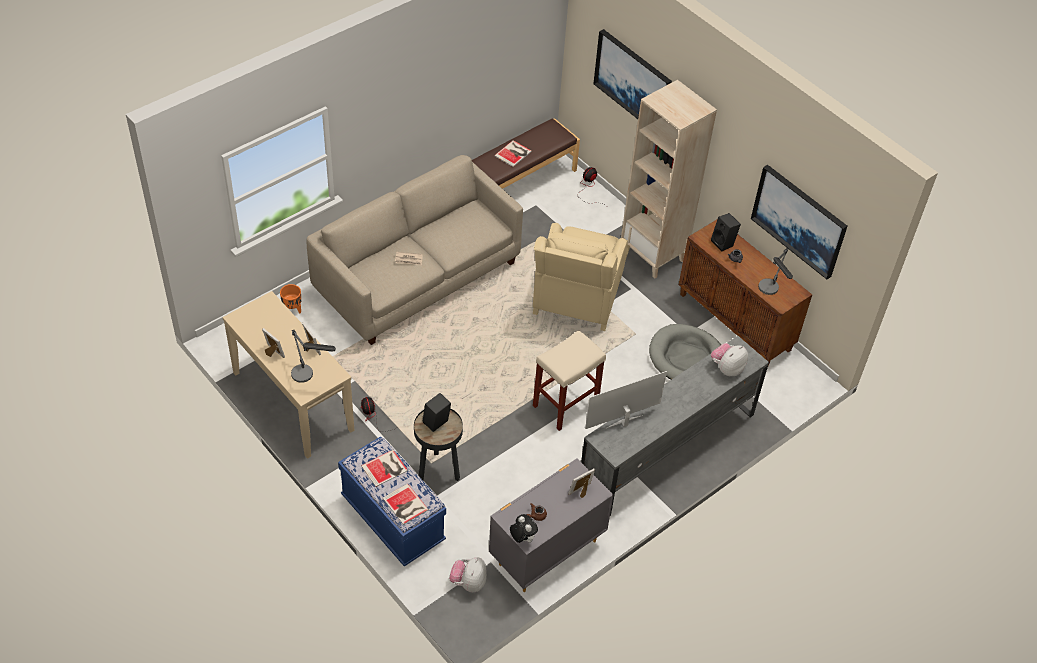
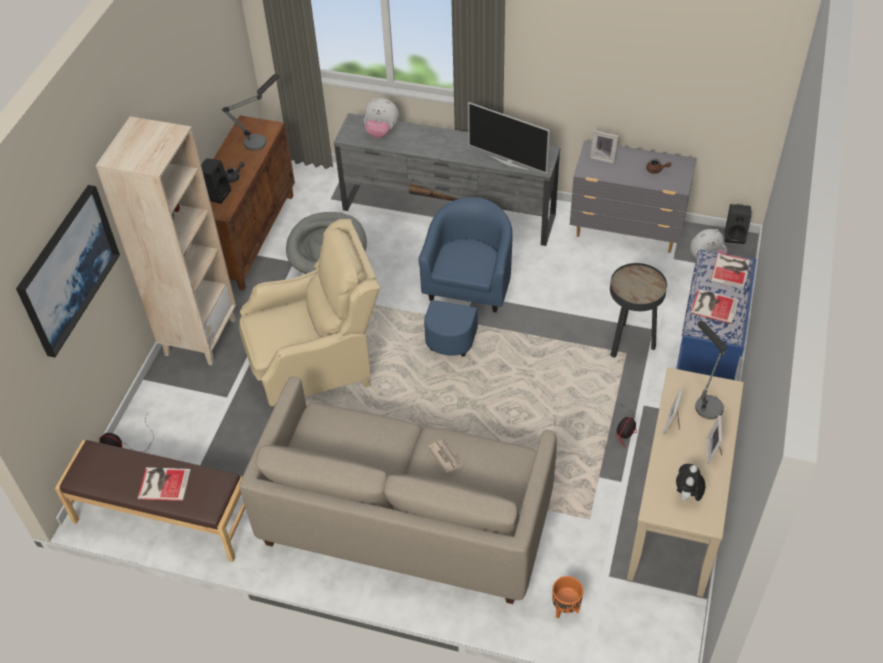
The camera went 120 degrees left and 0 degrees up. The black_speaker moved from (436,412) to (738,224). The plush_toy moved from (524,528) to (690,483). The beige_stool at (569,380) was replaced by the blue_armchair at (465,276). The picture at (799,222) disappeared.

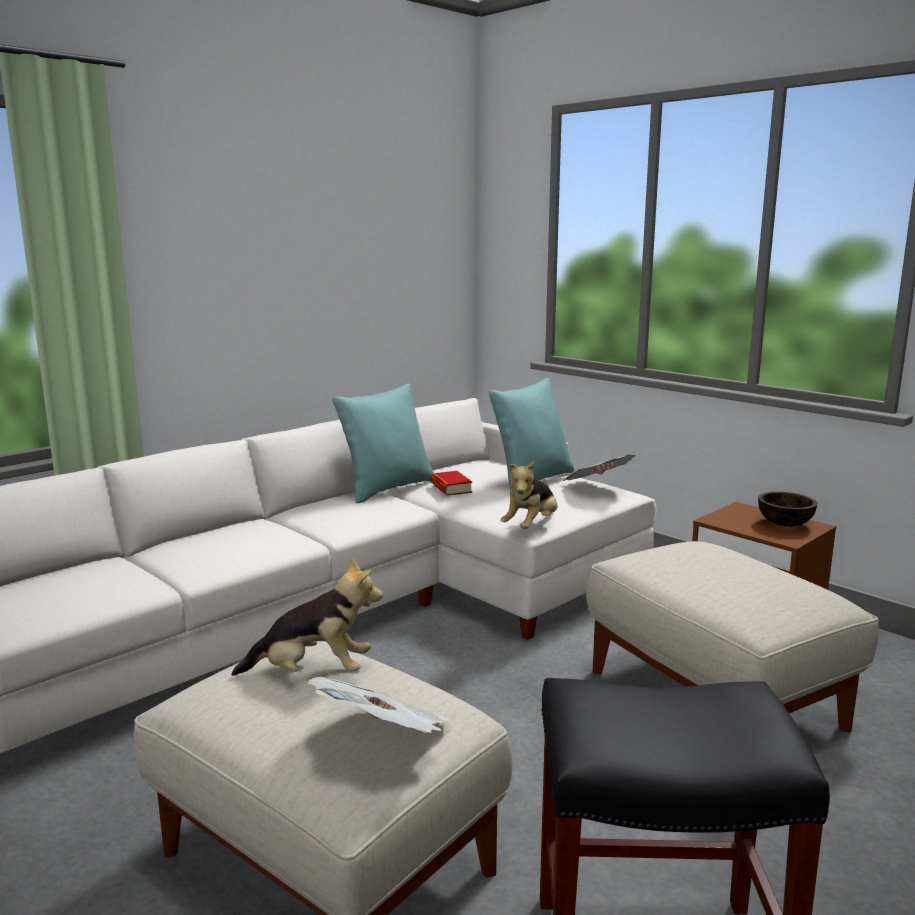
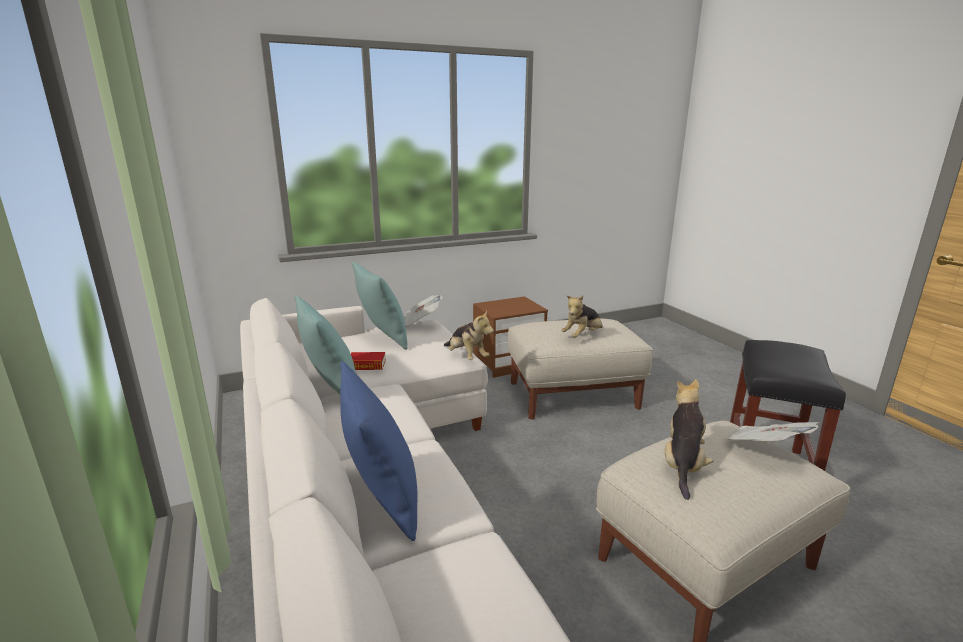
The camera went 70 degrees left and 5 degrees up. The brown_bowl at (788,509) disappeared. The blue_pillow at (378,451) appeared. The plush_toy at (581,316) appeared.

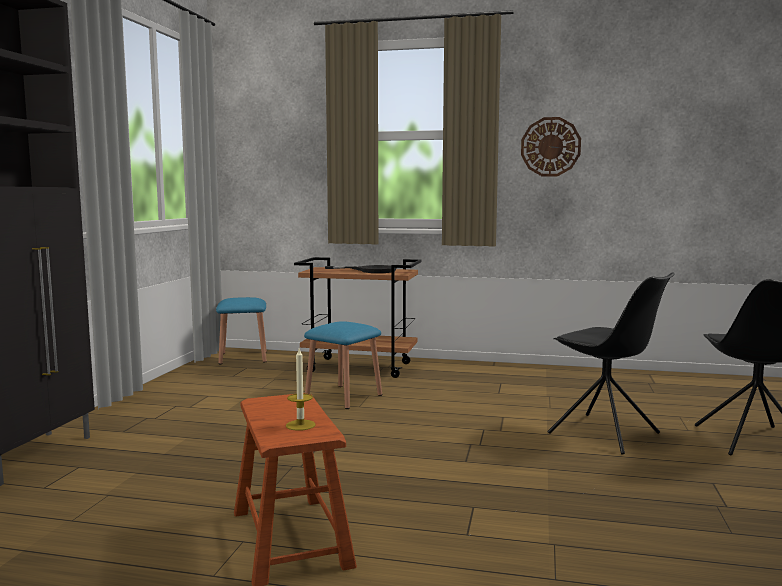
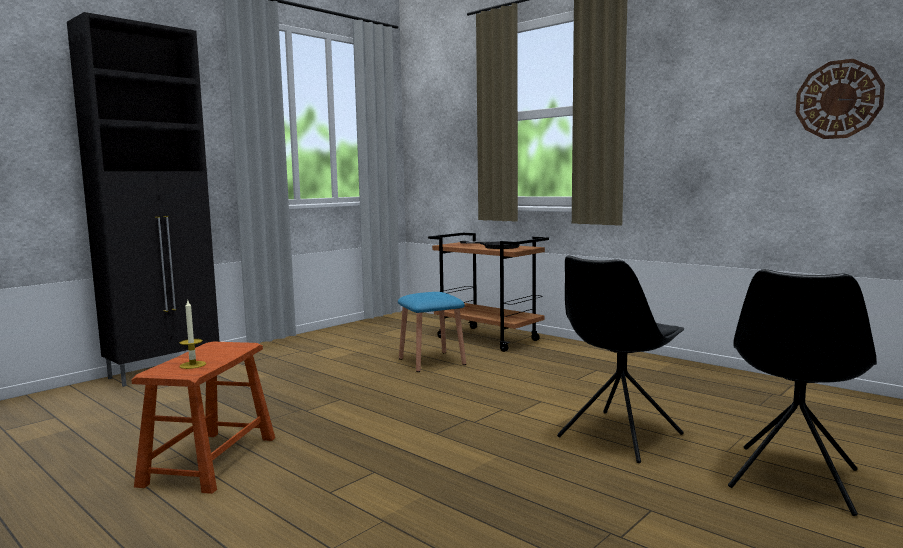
The camera went 30 degrees right and 0 degrees up. The blue_stool at (241,330) disappeared. The wall_clock moved from (551,147) to (840,99). The black_chair at (611,363) turned 60 degrees clockwise.

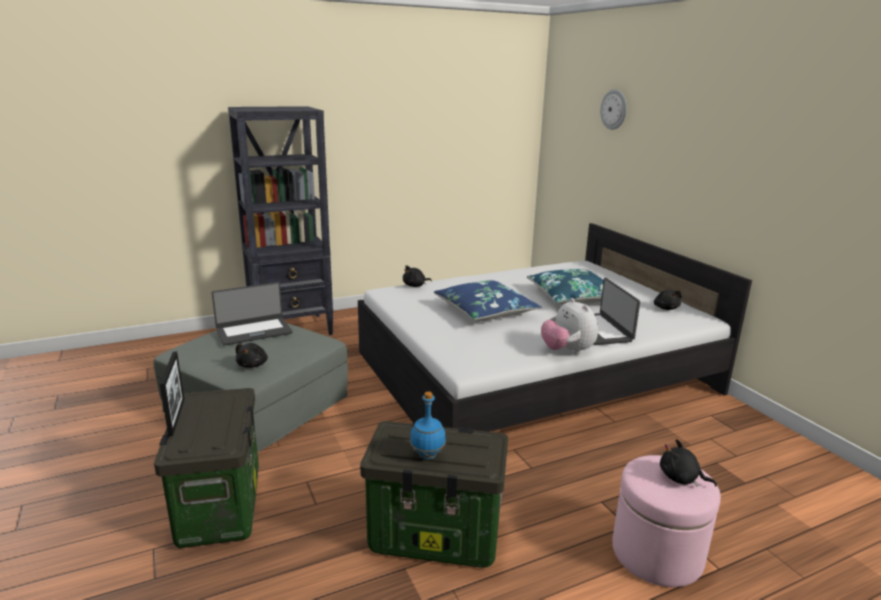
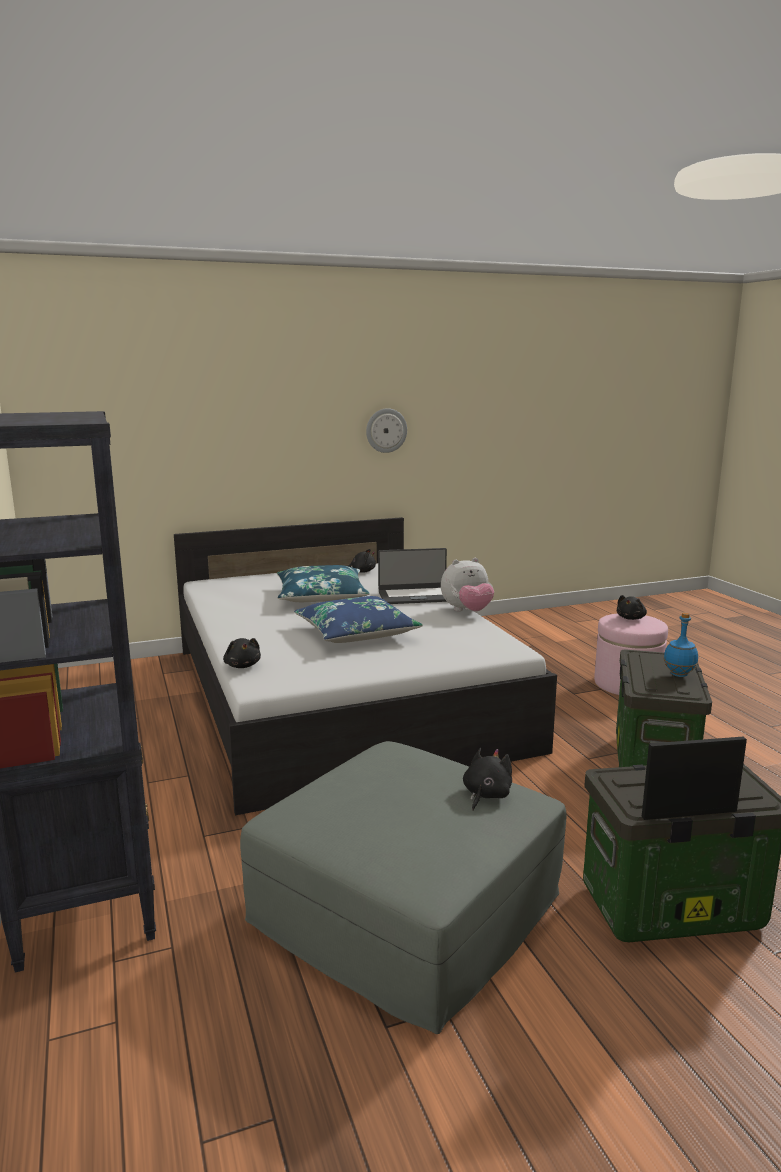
The camera went 85 degrees left and 5 degrees down. The laptop at (252,314) disappeared. The black_plush_toy at (252,355) turned 75 degrees counterclockwise. The wall_clock moved from (613,109) to (386,430).

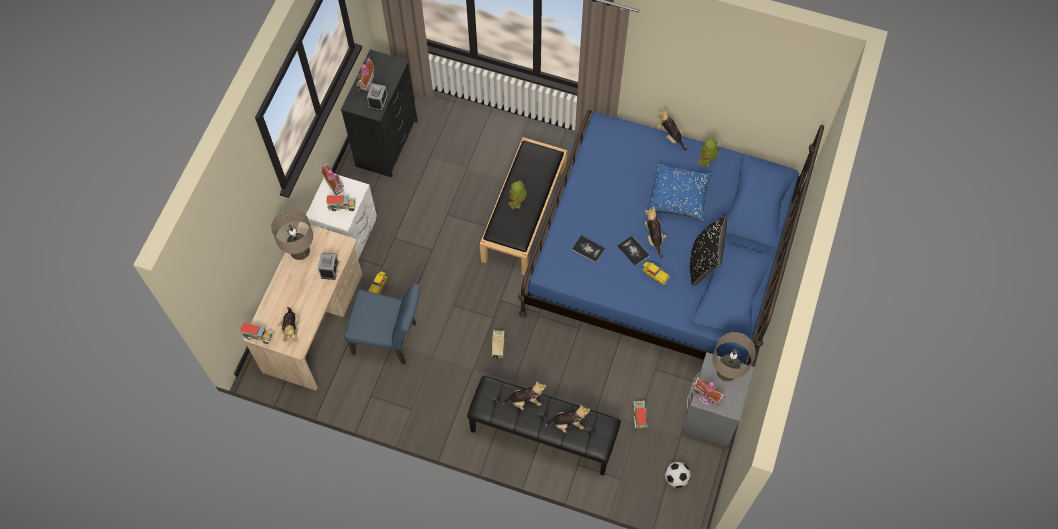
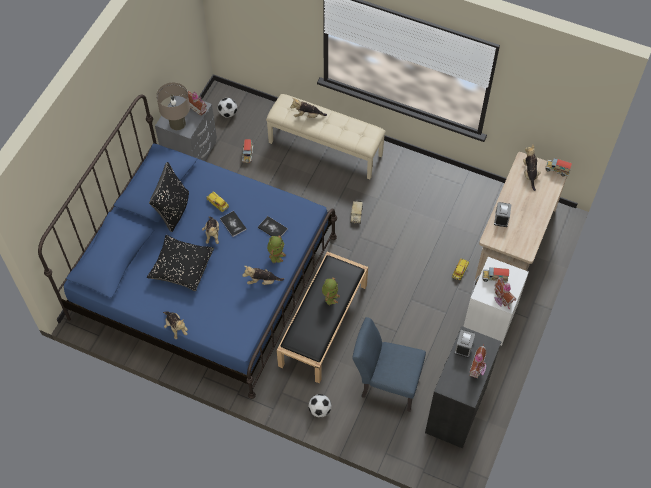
The camera went 175 degrees left and 5 degrees down. The beige_table_lamp at (292,234) disappeared. The blue_chair moved from (382,324) to (389,364). The black_bench at (544,426) became the beige_bench at (326,137). The plush_toy moved from (523,395) to (263,275). The blue_pillow at (680,192) became the black_pillow at (180,263). The toy_robot moved from (707,152) to (276,249). The football at (320,405) appeared.

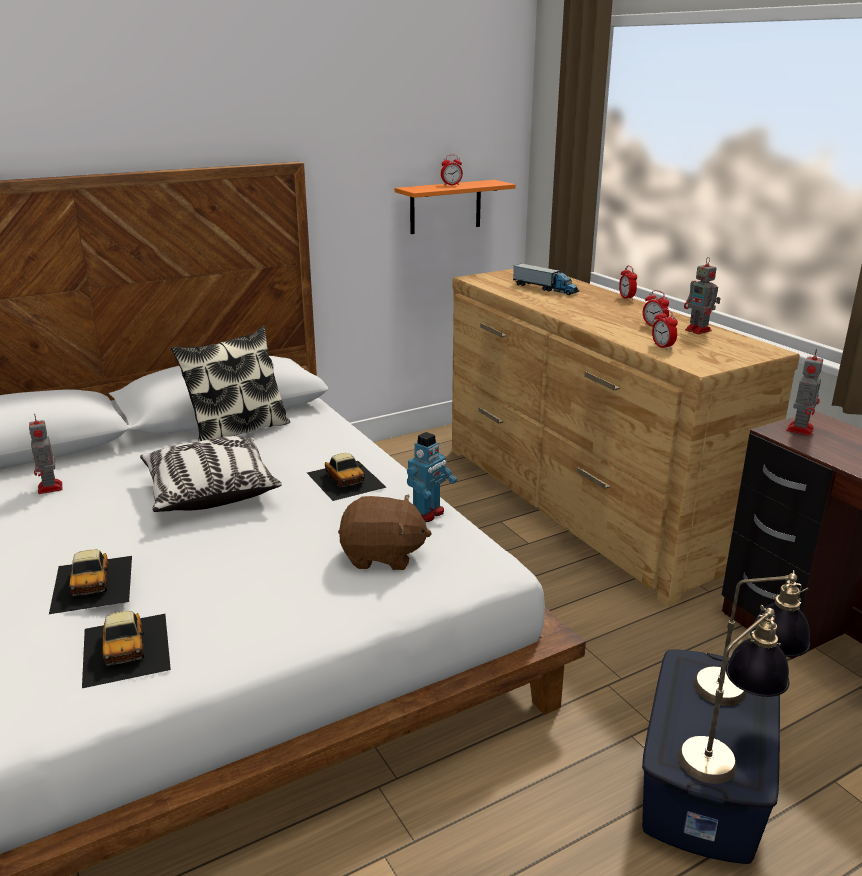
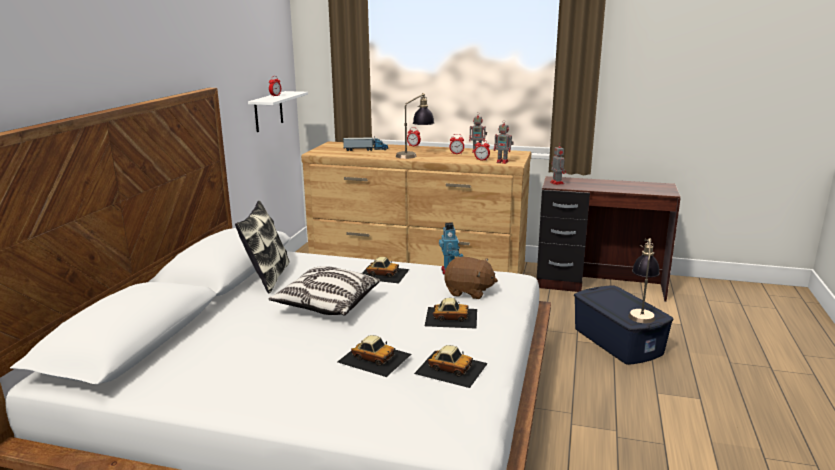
The camera went 45 degrees left and 5 degrees down. The toy_robot moved from (46,454) to (504,144). The brown_plush_toy at (385,532) turned 60 degrees clockwise. The orange_shelf at (455,207) became the white_shelf at (278,111). The table_lamp moved from (751,638) to (415,126). The toy_car at (451,313) appeared.

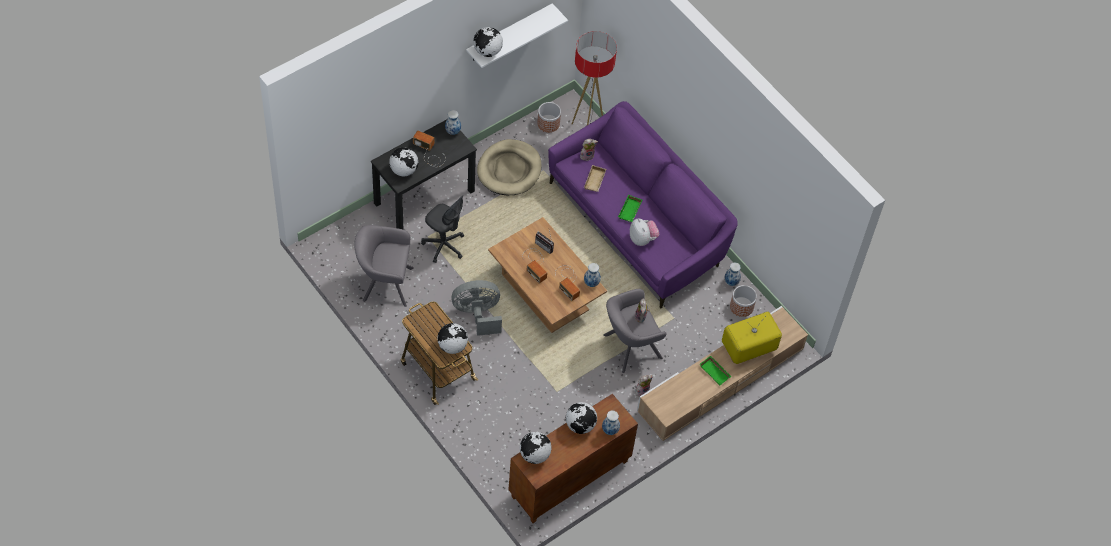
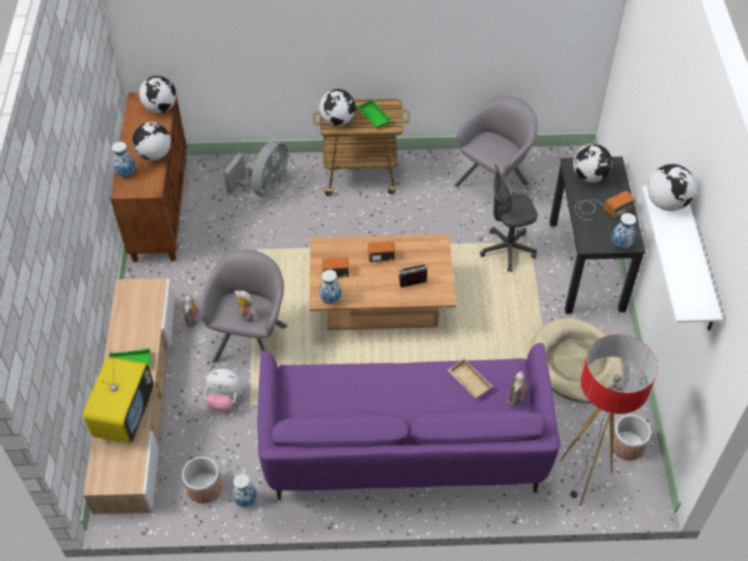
The camera went 130 degrees right and 5 degrees down. The grey_fan moved from (476,308) to (256,169). The green_tray moved from (630,208) to (374,114). The plush_toy moved from (644,232) to (224,390).

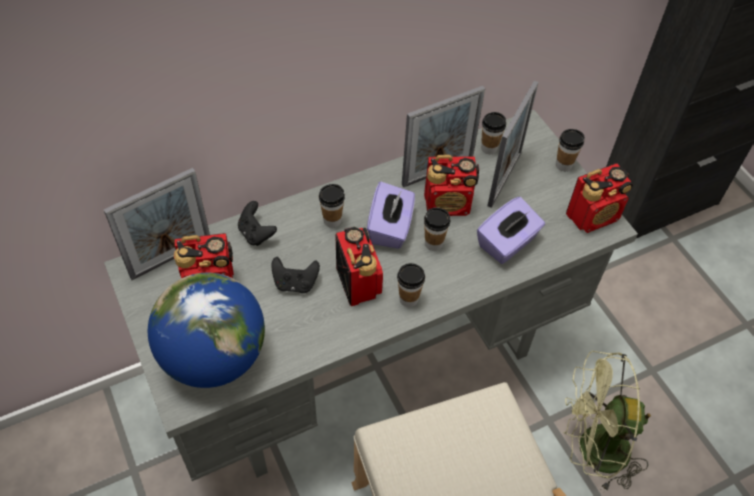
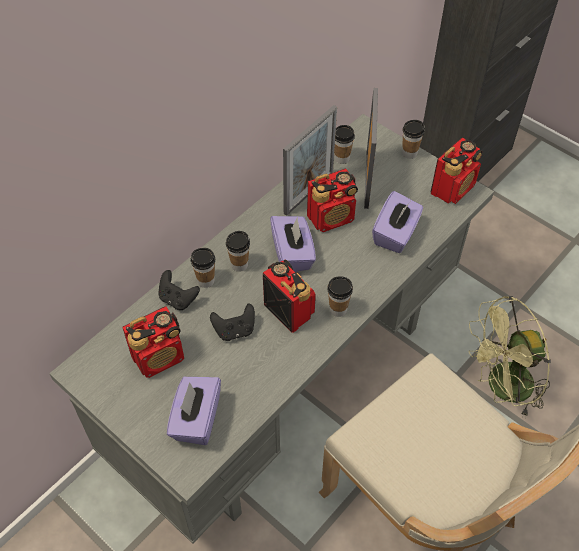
The camera went 20 degrees left and 0 degrees up. The picture_frame at (157,224) disappeared. The globe at (206,330) was replaced by the purple_tissue_box at (194,411). The cup moved from (437,229) to (203,268).

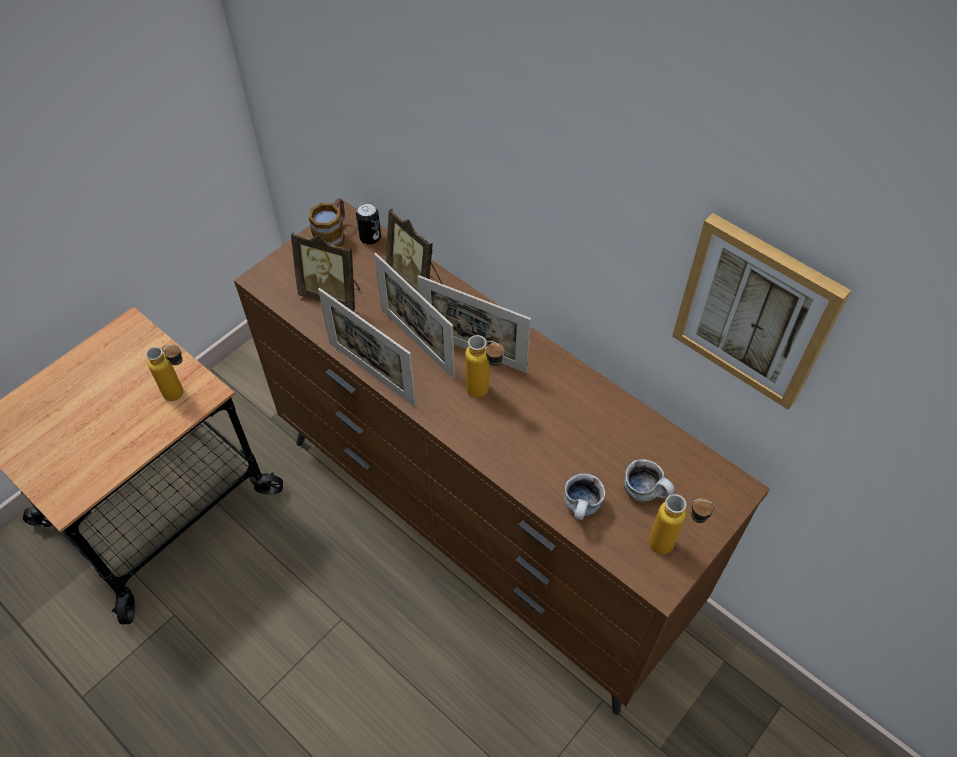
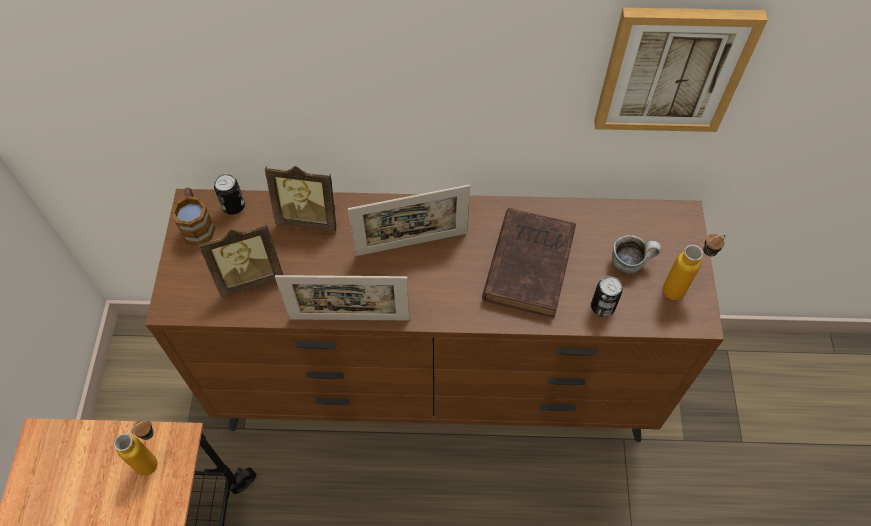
The camera went 40 degrees left and 5 degrees up. The picture_frame at (414,316) disappeared. The bottle at (484,366) disappeared. The mug at (584,496) was replaced by the can at (607,296). The brown_book at (529,263) appeared.

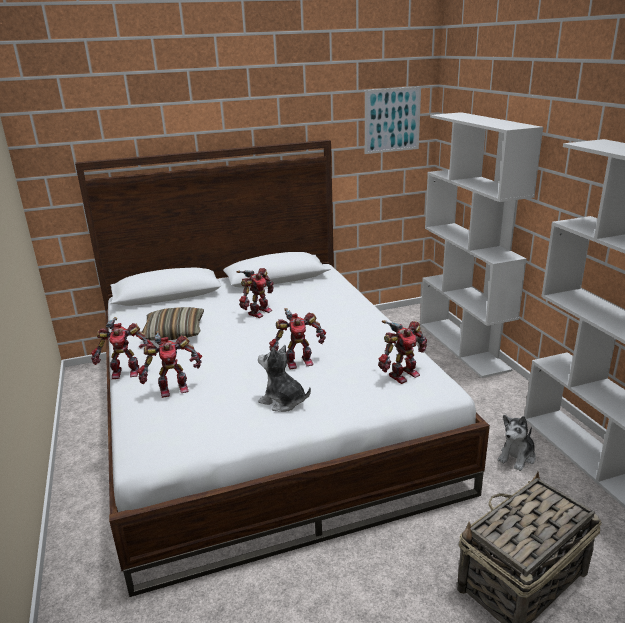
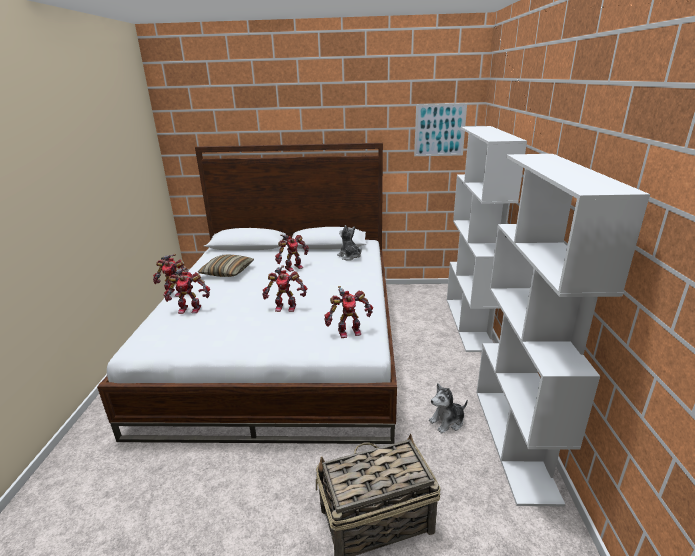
The camera went 20 degrees right and 0 degrees up. The plush_toy moved from (284,378) to (349,243).

